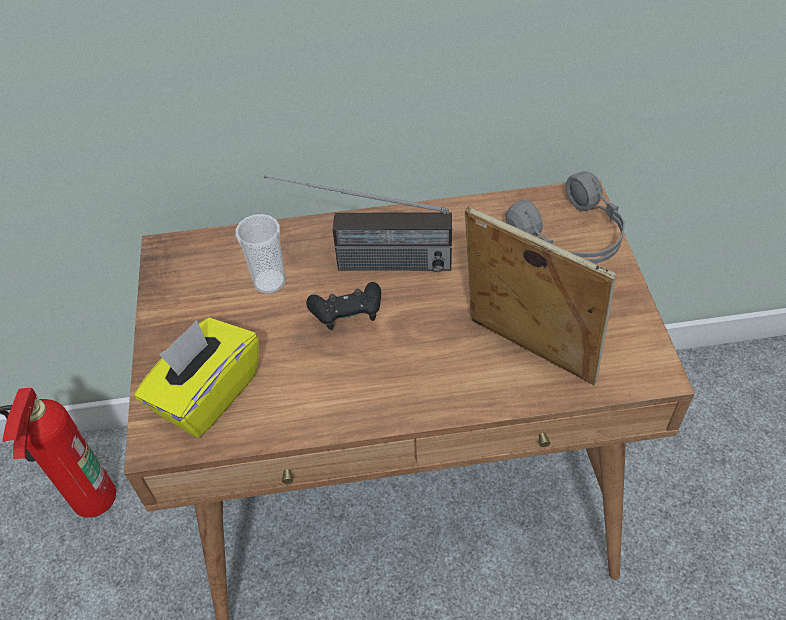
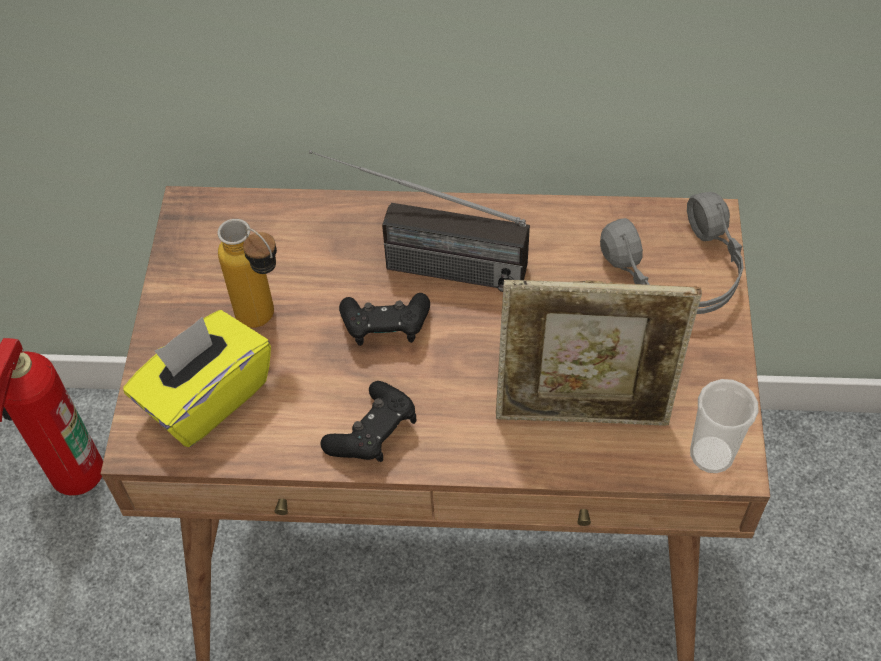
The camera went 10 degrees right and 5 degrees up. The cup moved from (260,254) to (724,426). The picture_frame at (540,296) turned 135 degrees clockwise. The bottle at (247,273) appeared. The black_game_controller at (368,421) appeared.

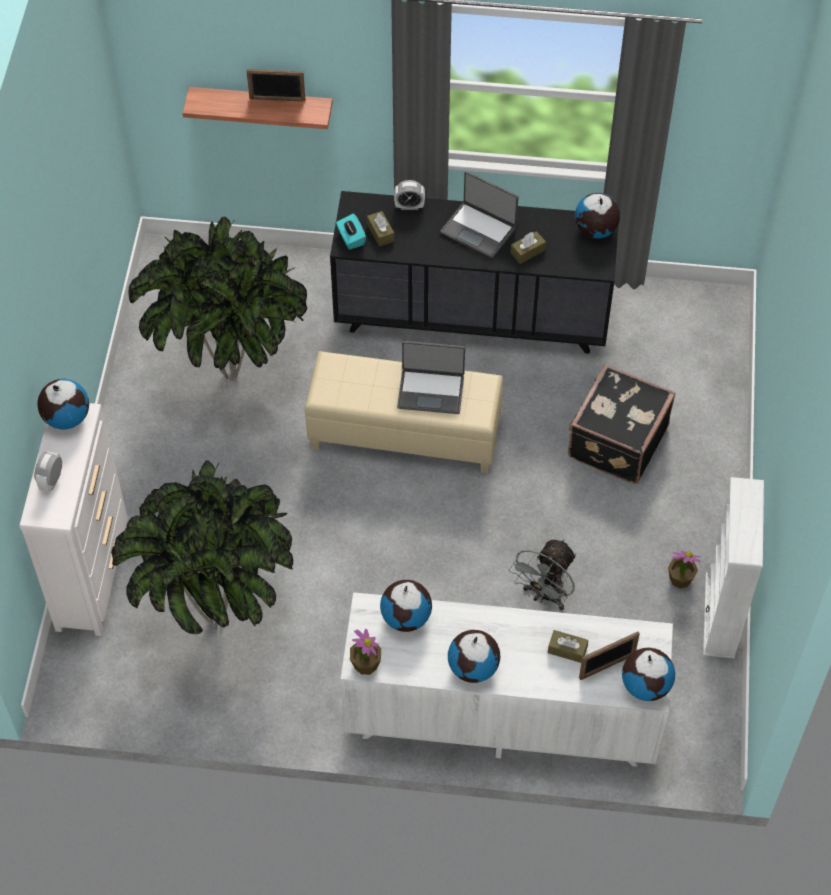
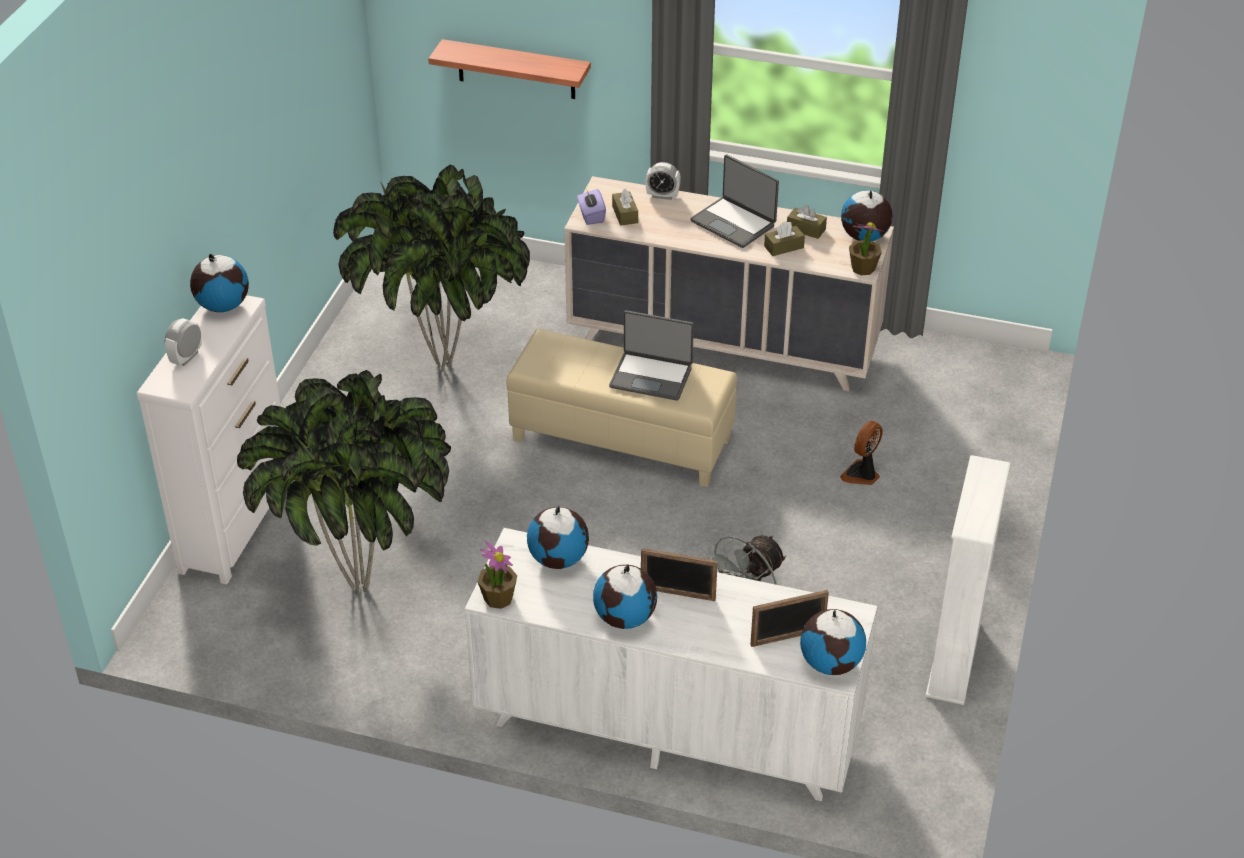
The camera went 10 degrees right and 15 degrees down. The picture_frame moved from (276,85) to (679,574). The black_dresser at (474,272) became the beige_dresser at (729,283). The turquoise_tissue_box at (351,231) became the purple_tissue_box at (591,207). The brown_tissue_box moved from (568,646) to (807,222). The black_suitcase at (621,424) was replaced by the fan at (861,453). The potted_plant moved from (684,570) to (866,248).

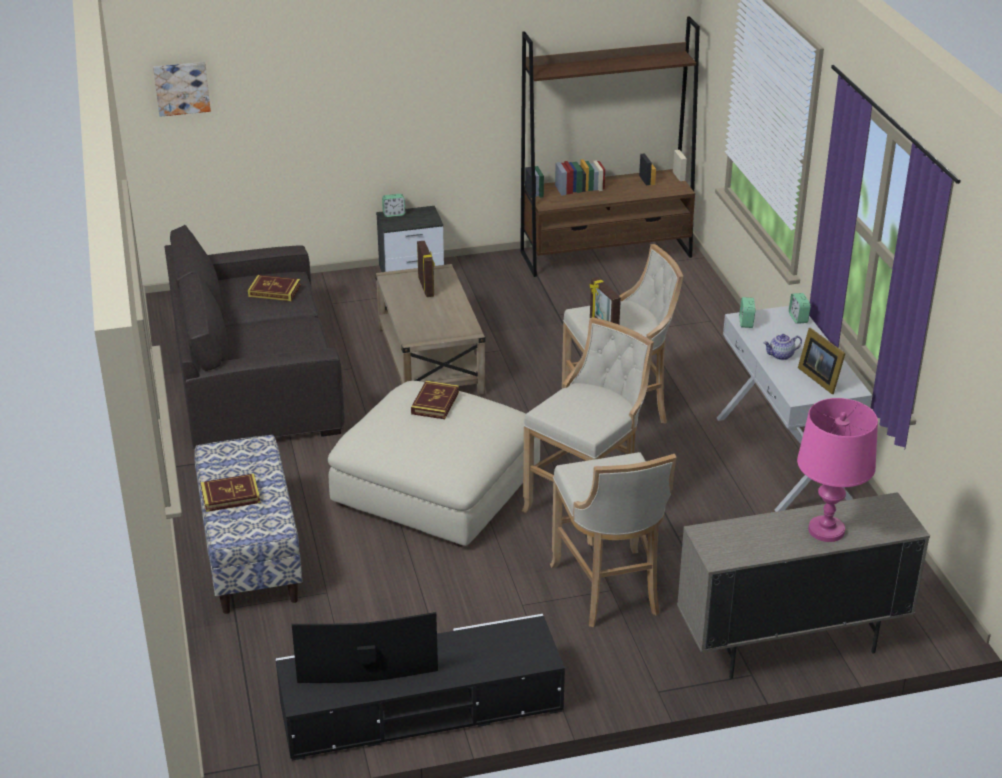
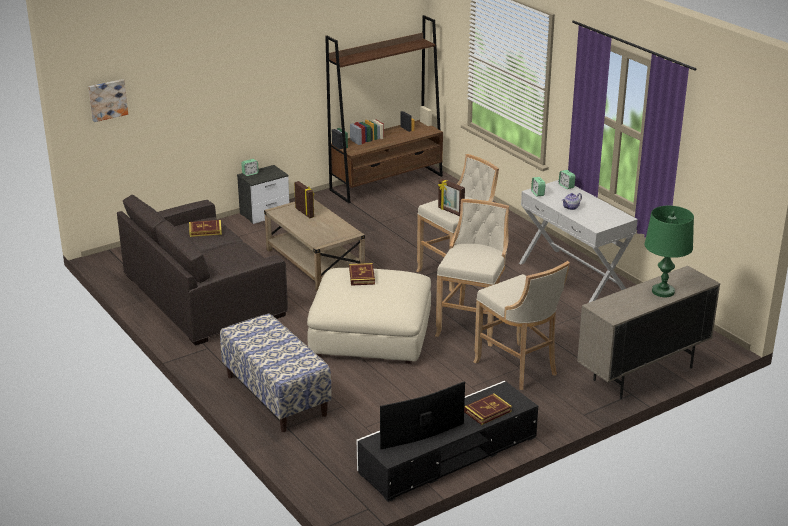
The camera went 20 degrees left and 5 degrees down. The book moved from (230,492) to (488,409). The pink_table_lamp at (837,470) became the green_table_lamp at (669,251). The picture_frame at (822,361) disappeared.

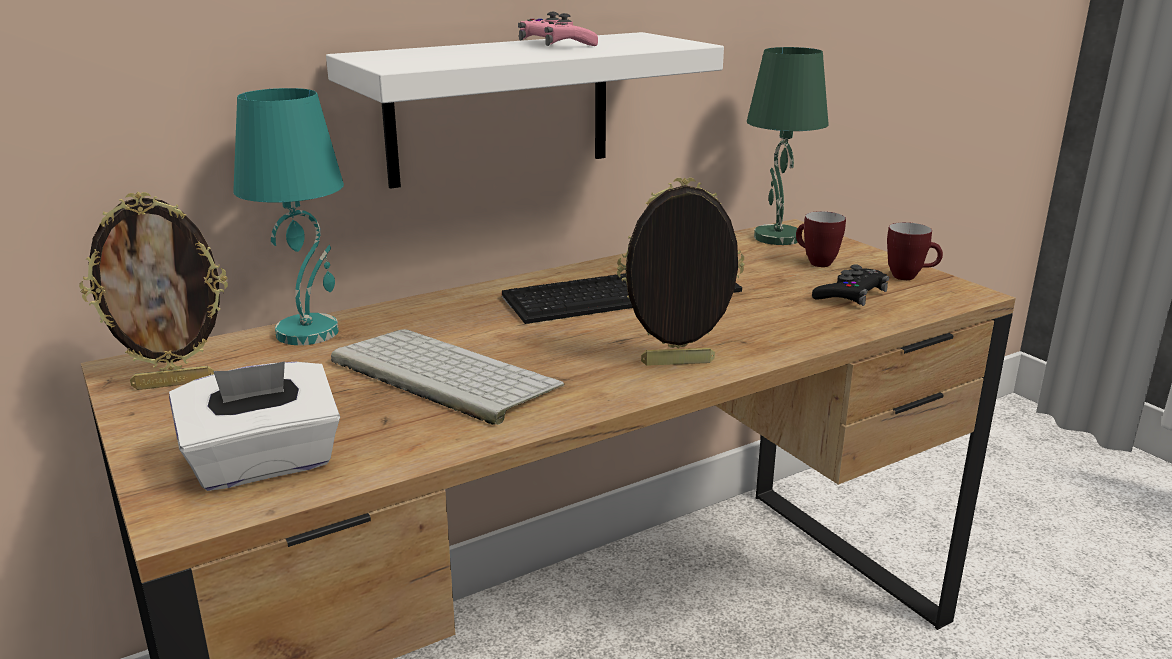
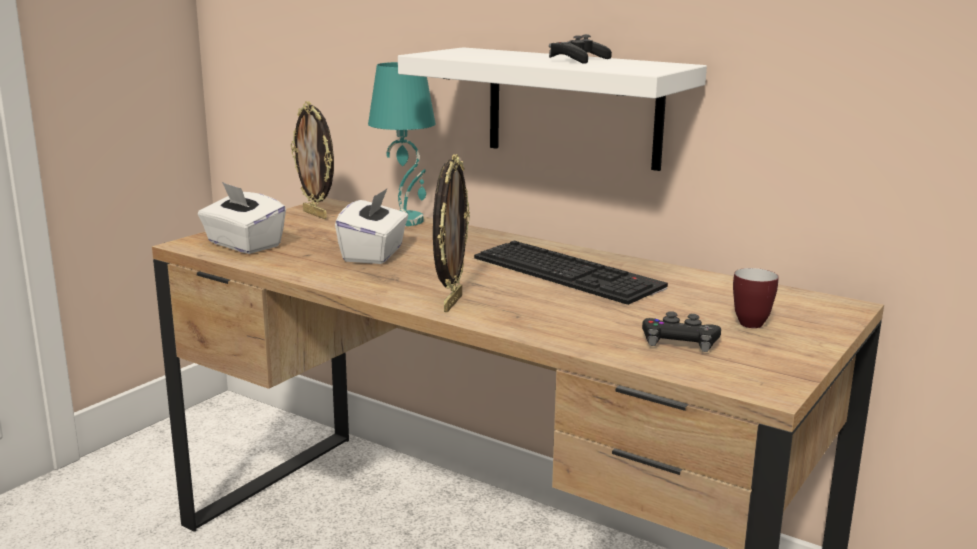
The camera went 65 degrees right and 5 degrees down. The keyboard at (447,377) was replaced by the white_tissue_box at (371,226). The pink_game_controller at (558,29) became the black_game_controller at (580,49). The picture_frame at (681,271) turned 45 degrees clockwise. The green_table_lamp at (788,146) disappeared. The mug at (915,251) disappeared.

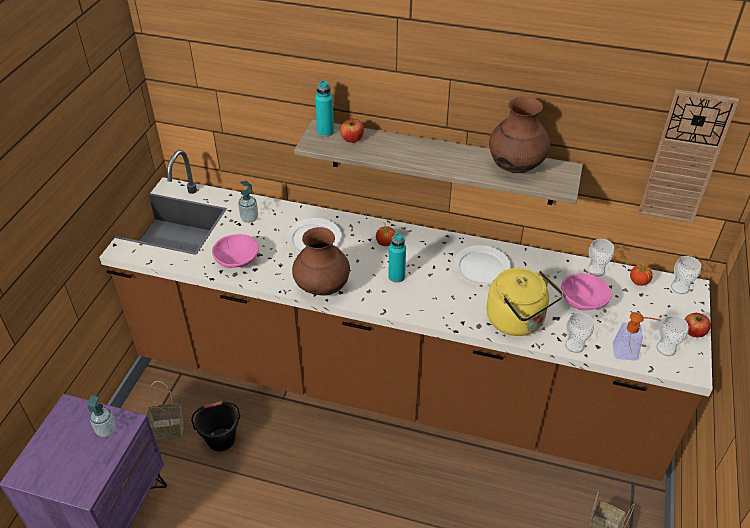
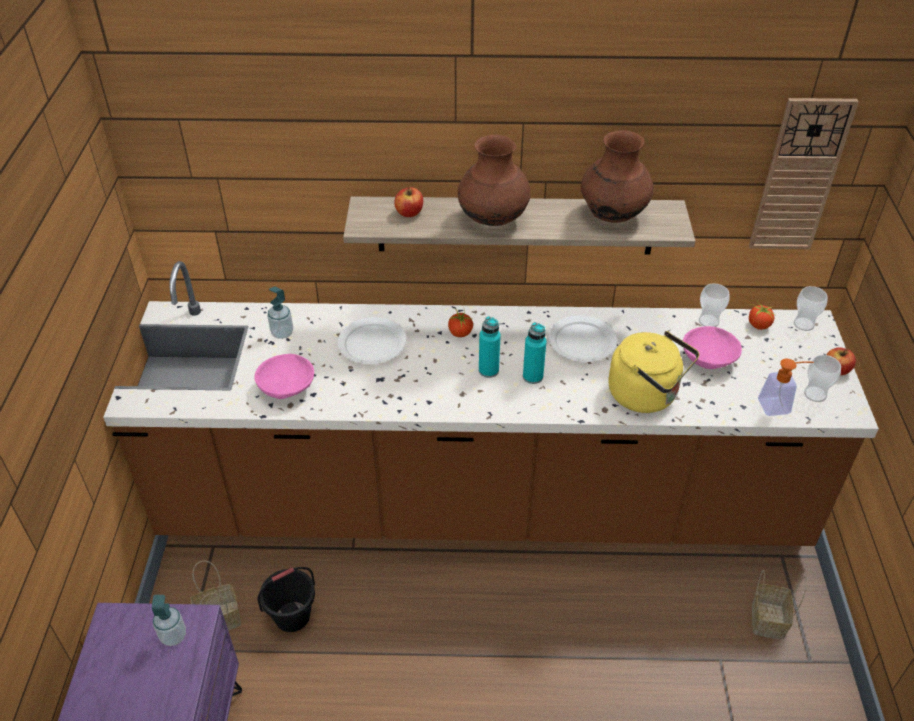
The camera went 15 degrees left and 0 degrees up. The brown_vase moved from (321,261) to (494,180). The turquoise_bottle moved from (324,108) to (535,353). The cup at (579,332) disappeared.

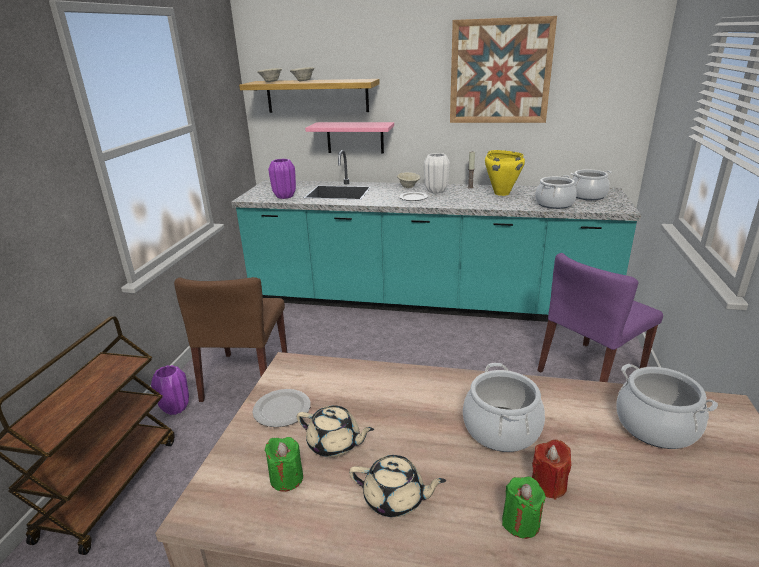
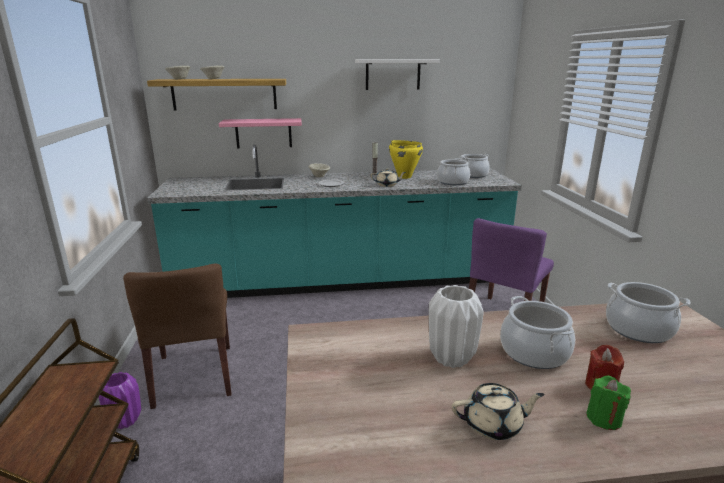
The camera went 20 degrees left and 5 degrees down. The plate at (281,408) disappeared. The green_candle at (284,464) disappeared. The purple_vase at (282,179) disappeared. The beige_teapot moved from (335,431) to (388,177). The white_vase moved from (437,173) to (456,326). The picture at (503,69) was replaced by the white_shelf at (397,74).

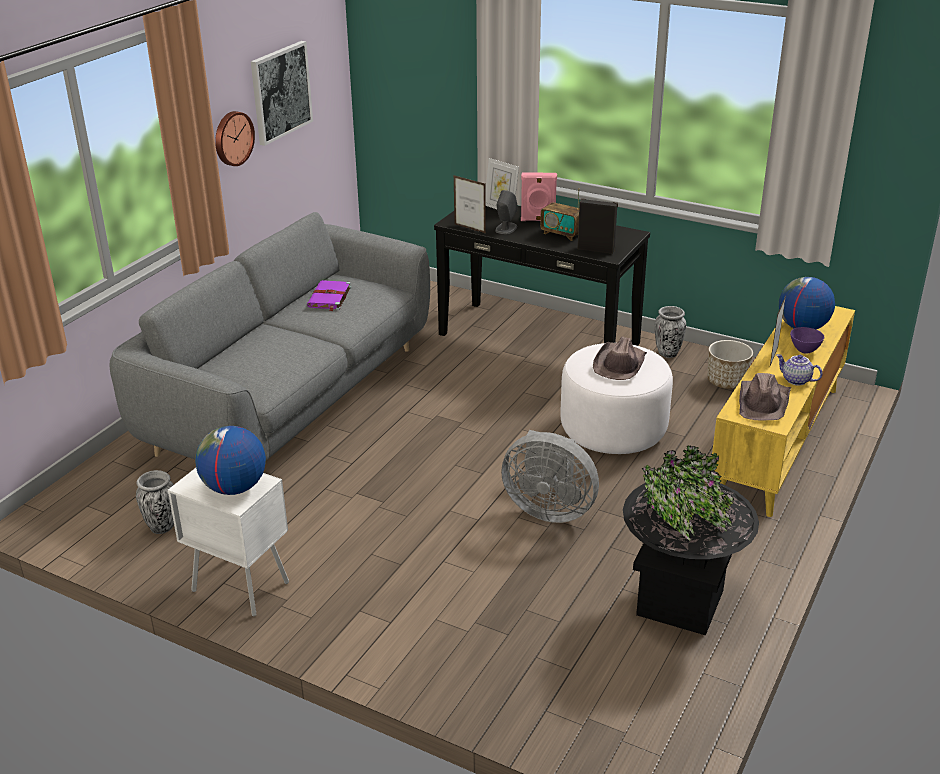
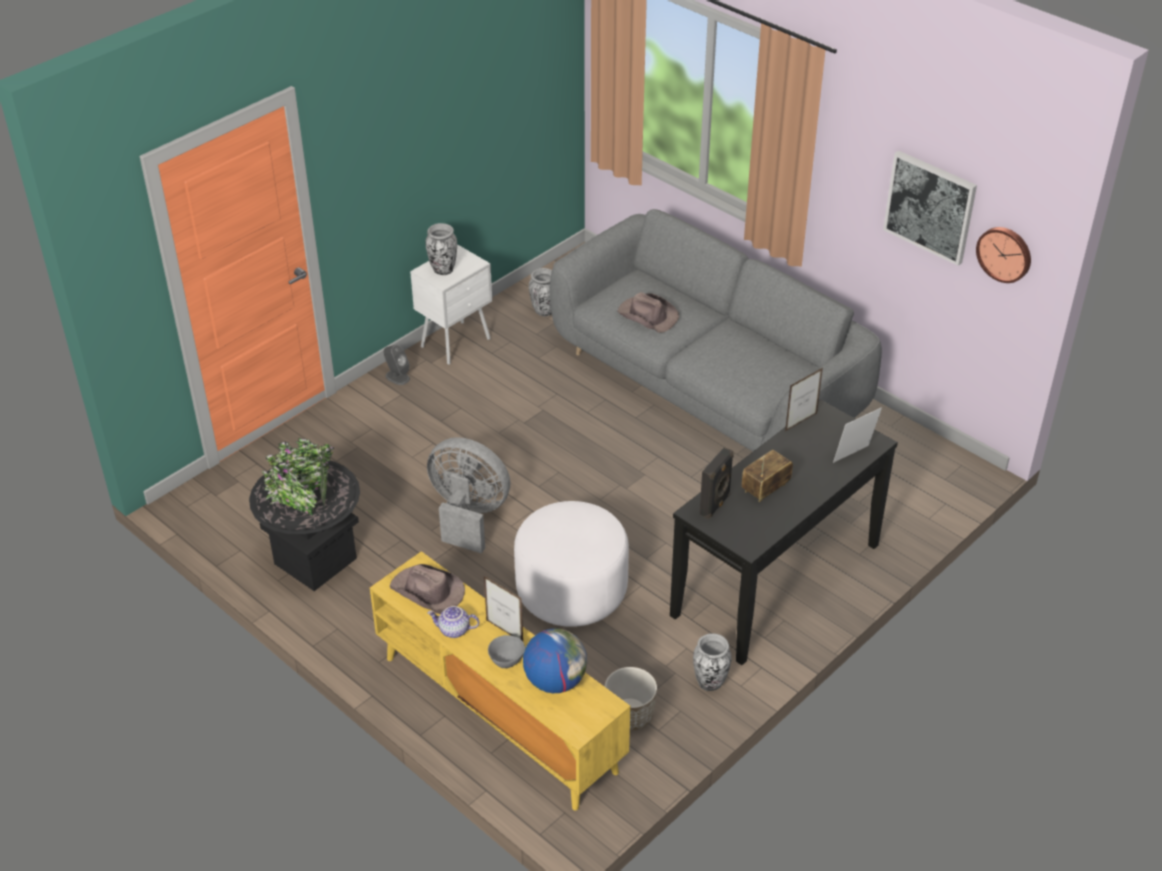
The camera went 105 degrees right and 10 degrees up. The globe at (230,460) was replaced by the vase at (441,249). The wall_clock moved from (235,138) to (1003,255). The purple_book at (329,296) disappeared. The grey_speaker moved from (506,212) to (396,365). The grey_fan at (550,476) turned 75 degrees clockwise. The pink_speaker at (539,197) disappeared. The brown_hat moved from (620,358) to (648,312). The teapot at (799,369) turned 135 degrees counterclockwise. The purple_bowl at (807,340) became the grey_bowl at (506,651).

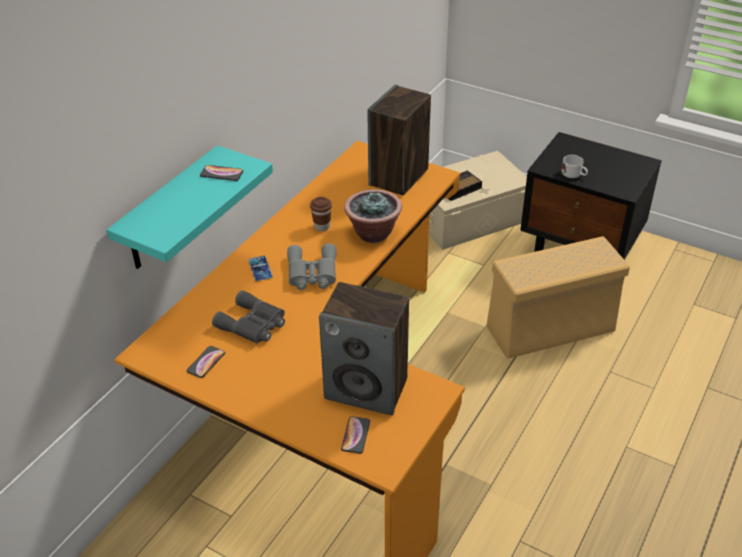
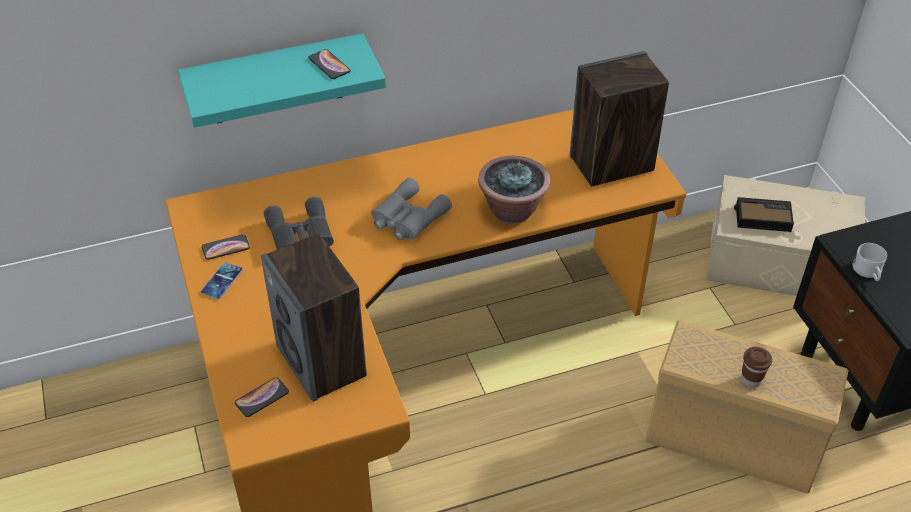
The camera went 40 degrees right and 5 degrees up. The phone moved from (260,268) to (222,281). The brown_cup moved from (321,214) to (756,367).

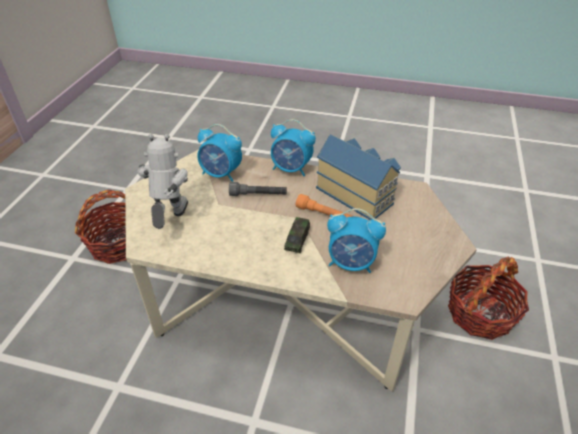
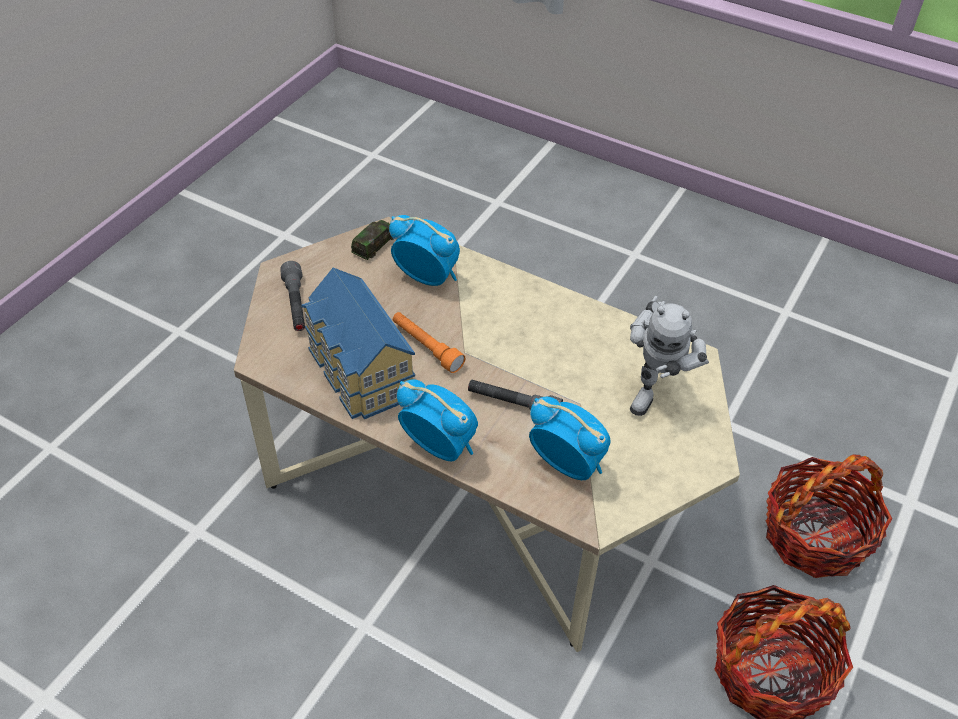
The camera went 165 degrees left and 5 degrees up. The toy_car moved from (297,235) to (372,240). The basket moved from (488,298) to (829,516). The grey_flashlight at (292,296) appeared.

